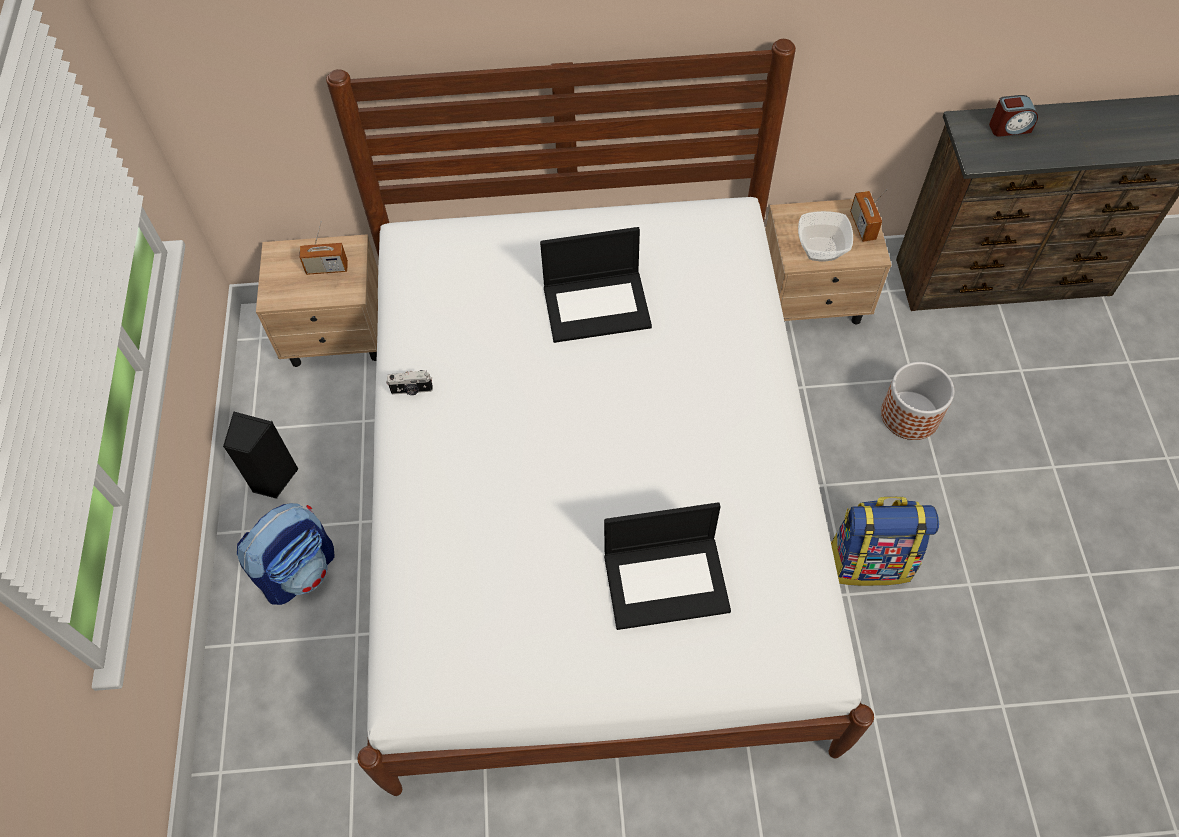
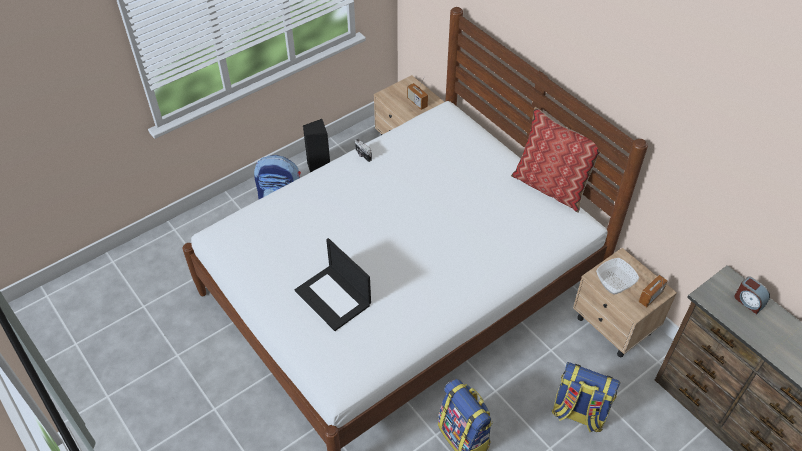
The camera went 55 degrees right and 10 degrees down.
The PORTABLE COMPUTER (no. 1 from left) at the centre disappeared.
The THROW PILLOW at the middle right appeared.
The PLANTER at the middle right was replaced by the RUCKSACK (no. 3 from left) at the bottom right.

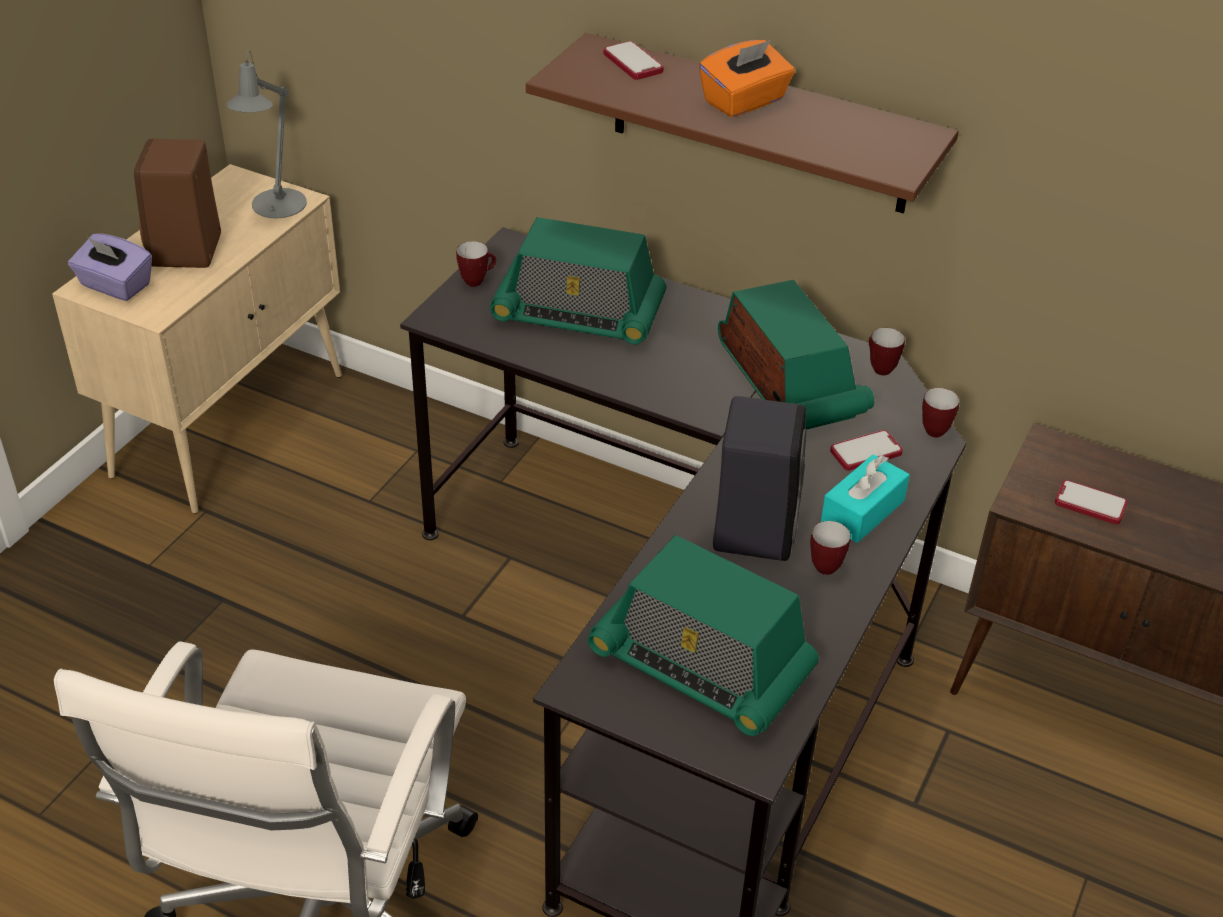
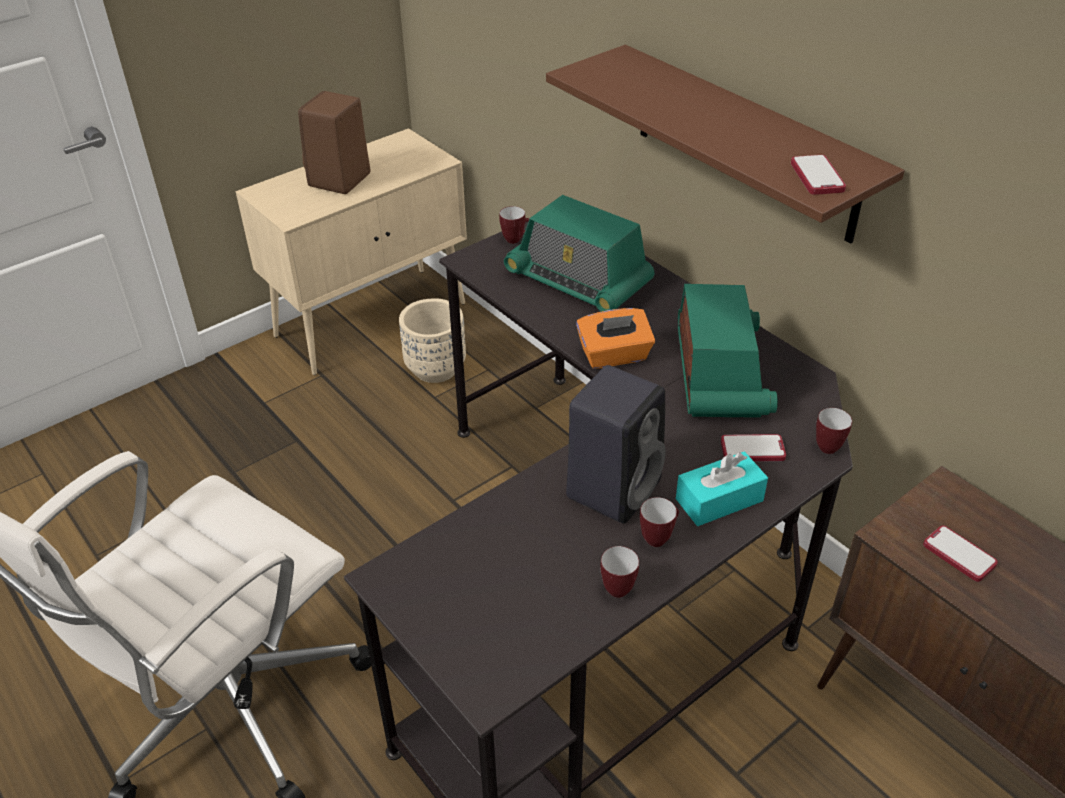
The camera went 25 degrees right and 0 degrees up.
The PURPLE TISSUE HOLDER at the top left disappeared.
The GREYISH TABLE LAMP at the top left disappeared.
The RADIO (no. 2 from left) at the bottom centre disappeared.
The BEIGE PLANTER at the centre appeared.
The PHONE (no. 1 from left in the first image) moved from the top centre to the top right.
The ORANGE TISSUE HOLDER moved from the top centre to the centre.
The COFFEE MUG (no. 3 from left in the first image) moved from the middle right to the bottom centre.

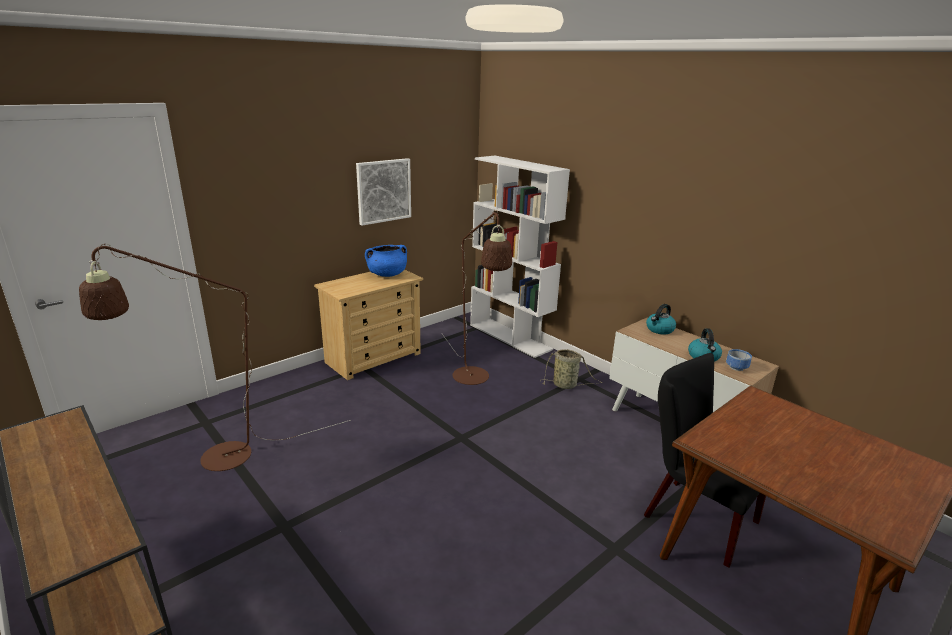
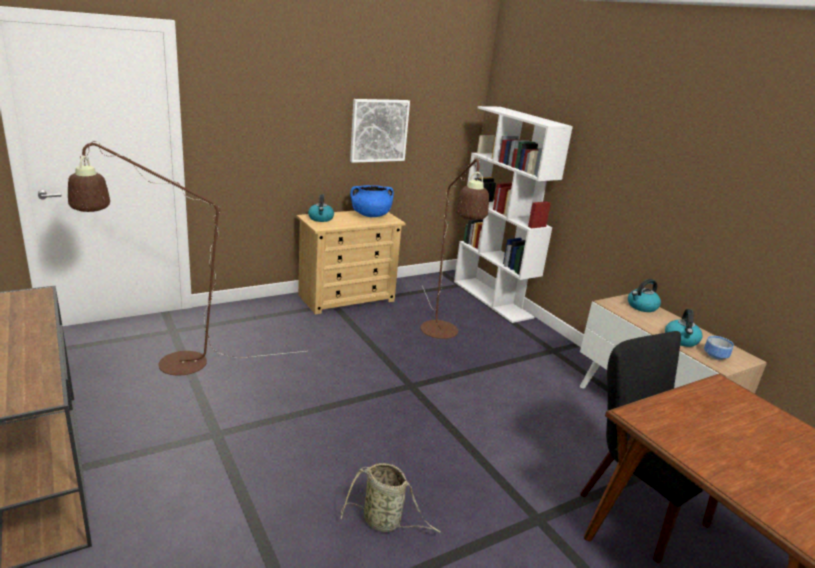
The camera went 10 degrees right and 0 degrees up.
The WATER KETTLE (no. 1 from left) at the centre appeared.
The BASKET moved from the centre to the bottom centre.

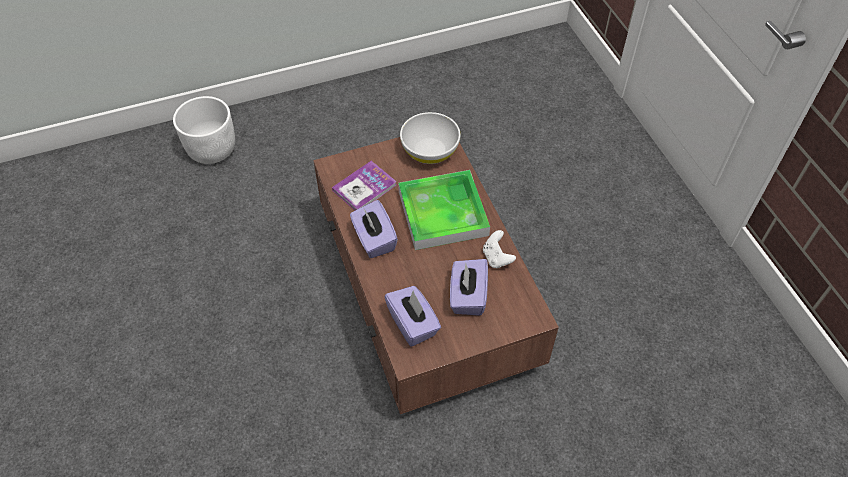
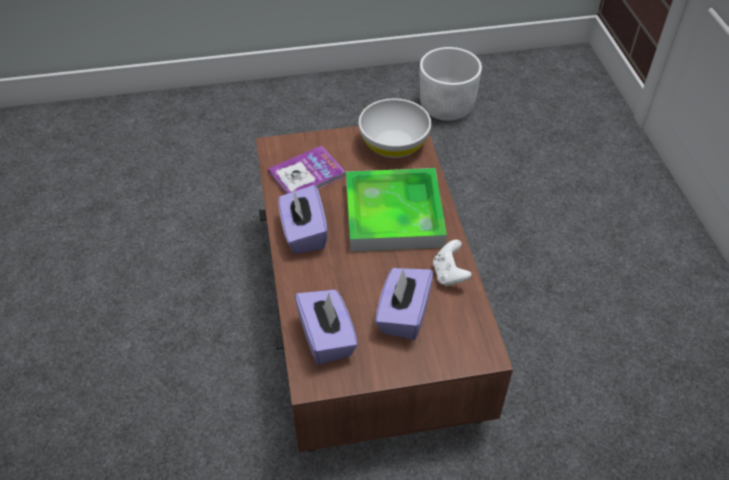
The camera went 10 degrees right and 5 degrees down.
The WHITISH PLANTER moved from the top left to the top centre.

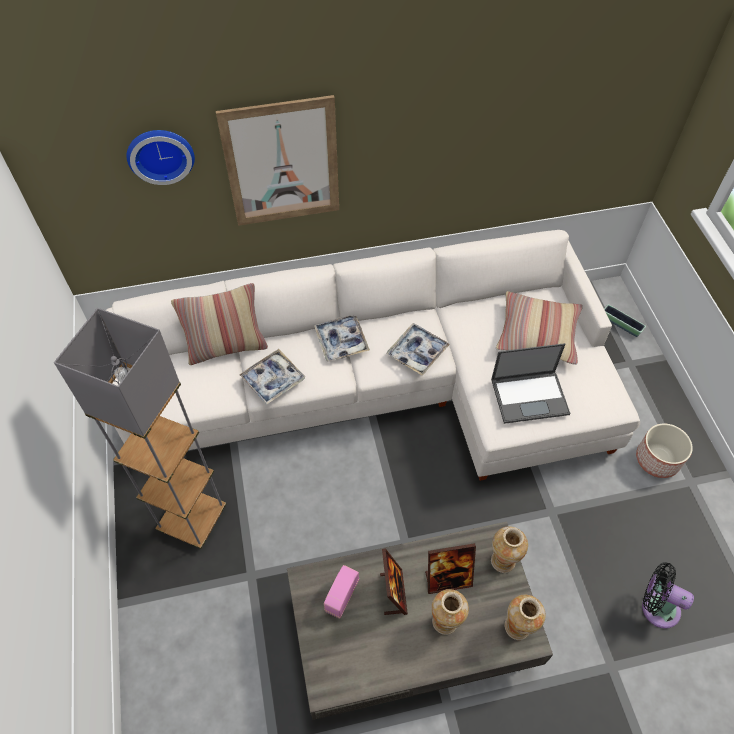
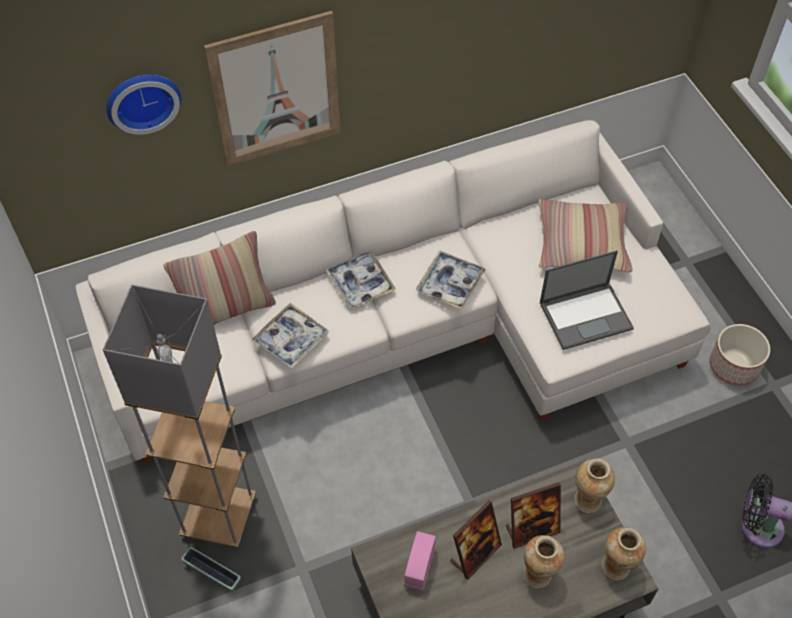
The camera went 10 degrees left and 0 degrees up.
The PLANTER (no. 1 from left) moved from the middle right to the bottom left.
The PICTURE FRAME (no. 1 from left) at the bottom centre turned 60 degrees clockwise.

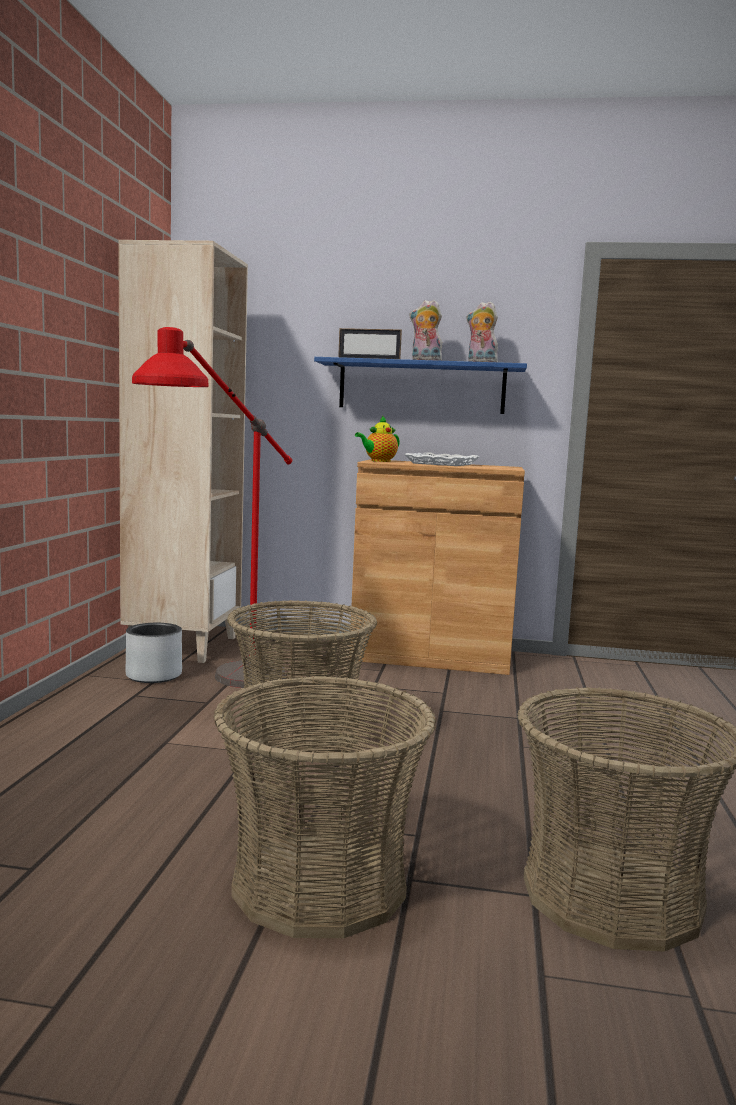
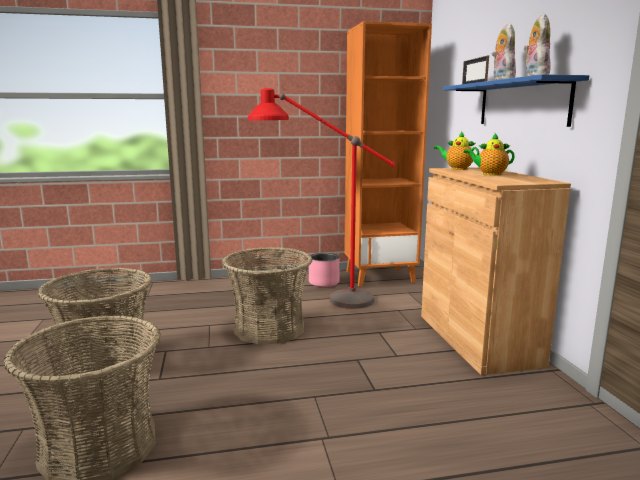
The camera went 70 degrees right and 5 degrees up.
The WHITISH SERVING TRAY at the centre was replaced by the TEA POT (no. 2 from left) at the top right.
The BEIGE BOOKCASE at the middle left became the ORANGE BOOKCASE at the top centre.
The GREYISH PLANTER at the middle left became the PINK-COLOURED PLANTER at the centre.

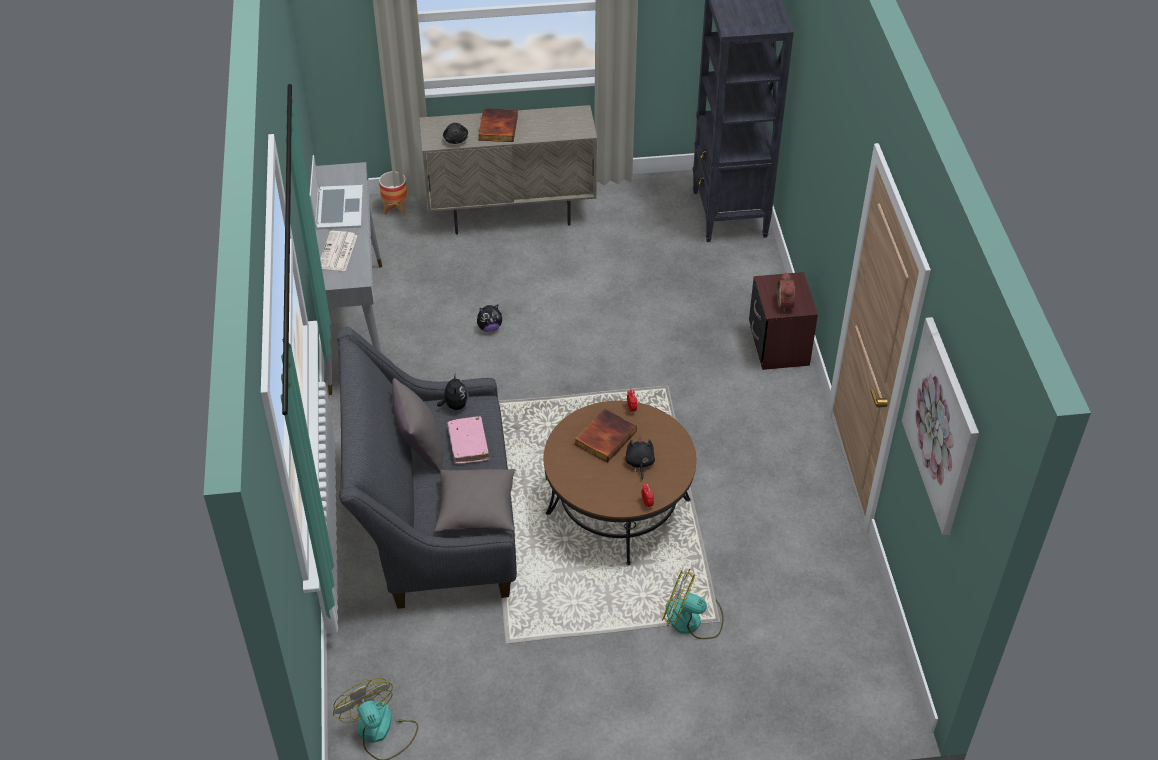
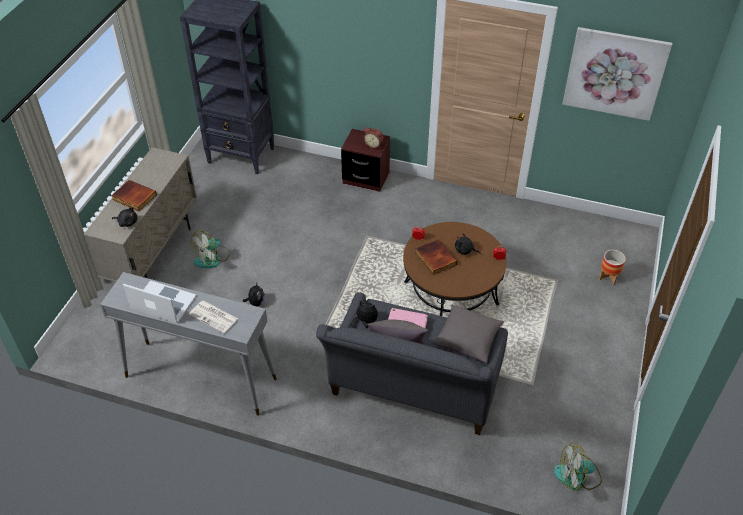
The camera went 65 degrees left and 0 degrees up.
The PLANTER moved from the top centre to the middle right.
The FAN (no. 2 from left in the first image) moved from the bottom centre to the middle left.

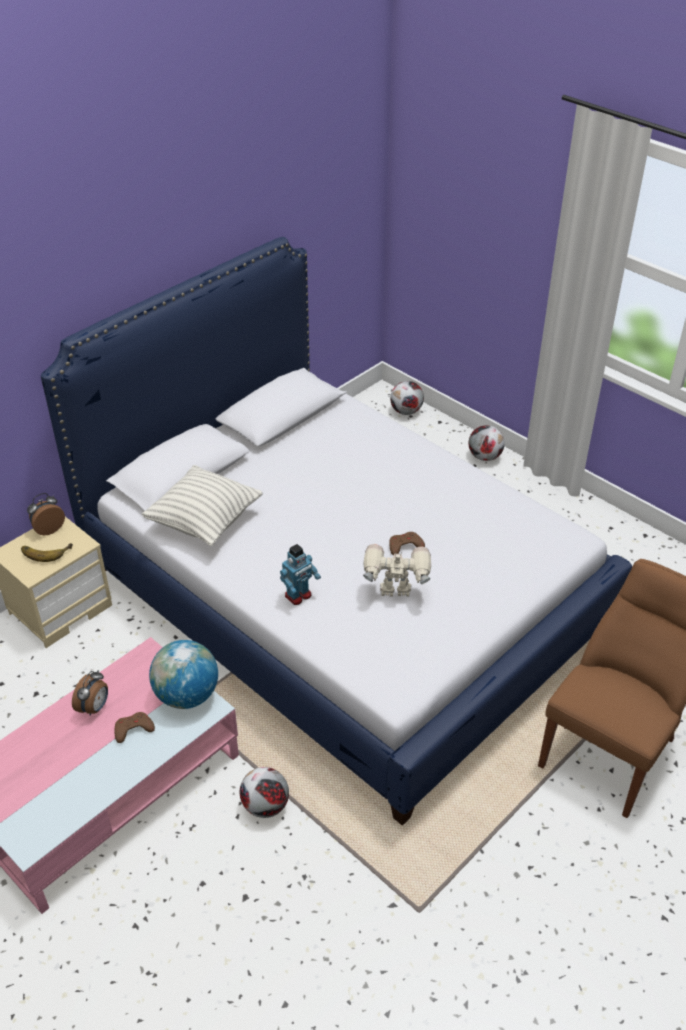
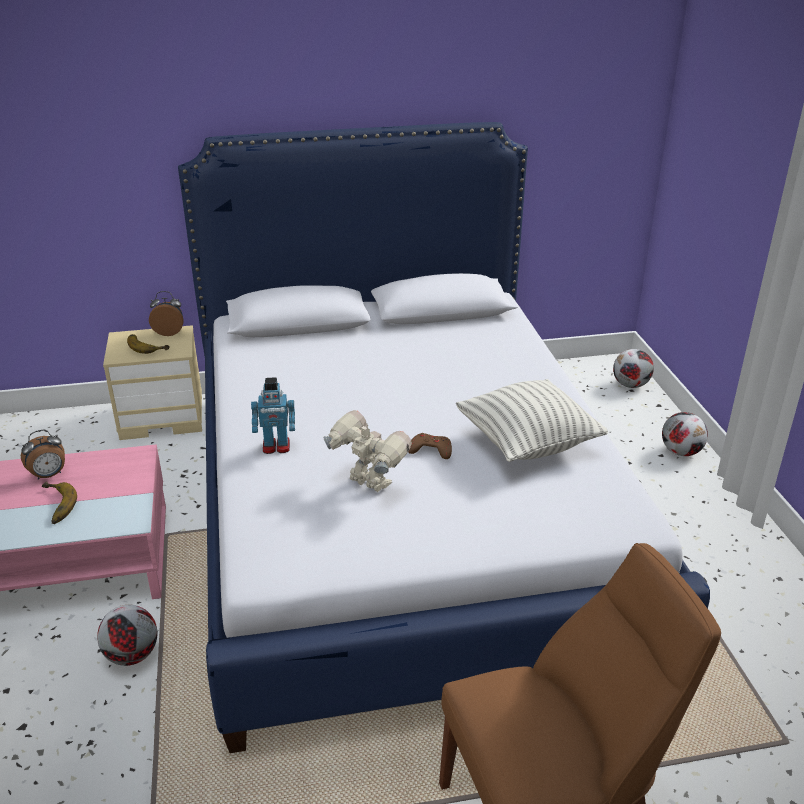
The camera went 35 degrees right and 10 degrees down.
The DESK GLOBE at the middle left disappeared.
The THROW PILLOW moved from the middle left to the centre.
The BROWN GAMEPAD (no. 1 from left) at the bottom left was replaced by the BANANA FRUIT (no. 1 from left) at the middle left.

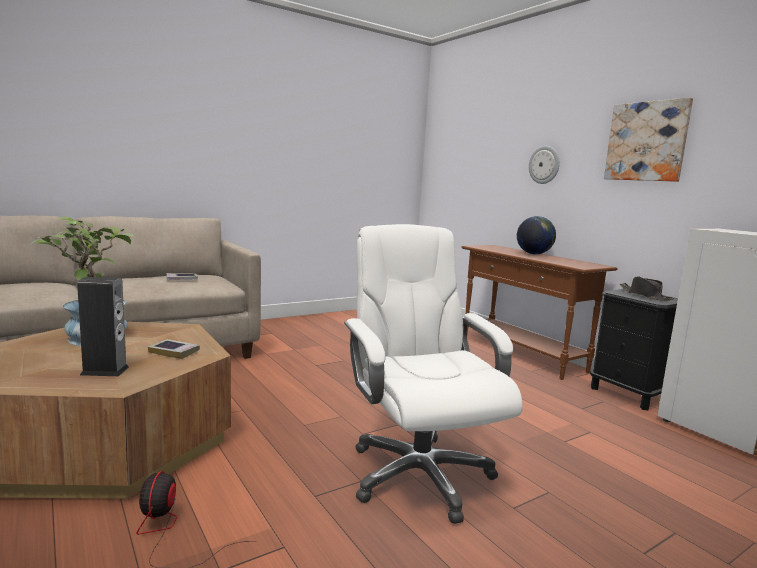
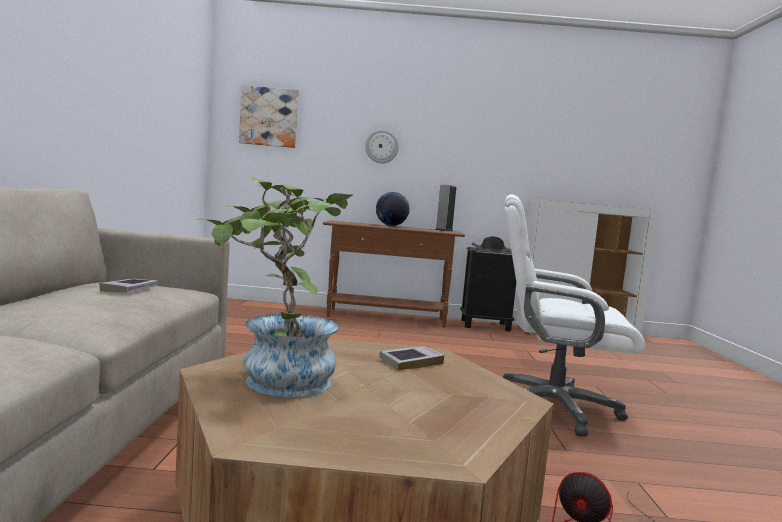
The camera went 55 degrees left and 5 degrees down.
The SPEAKER moved from the middle left to the centre.
The WALL PICTURE moved from the top right to the top centre.

